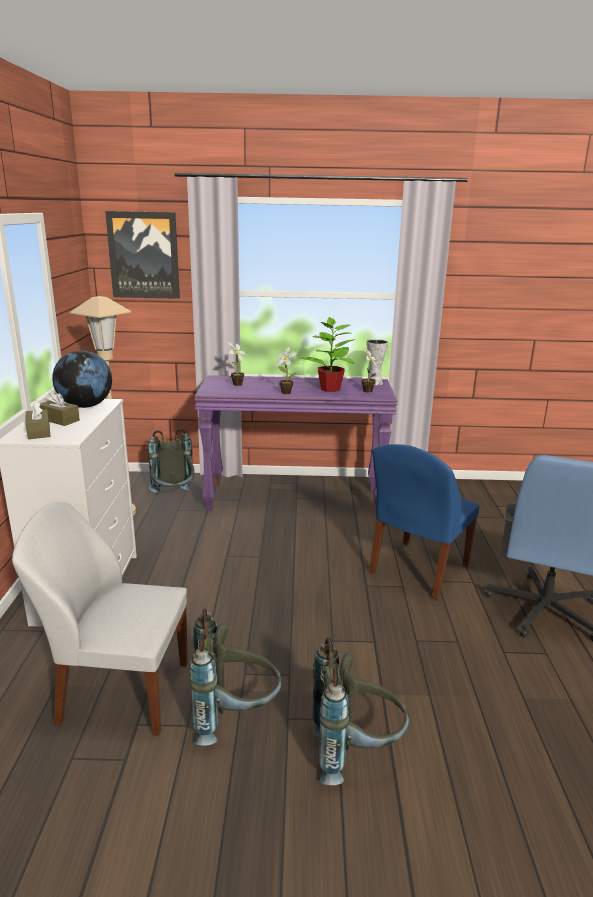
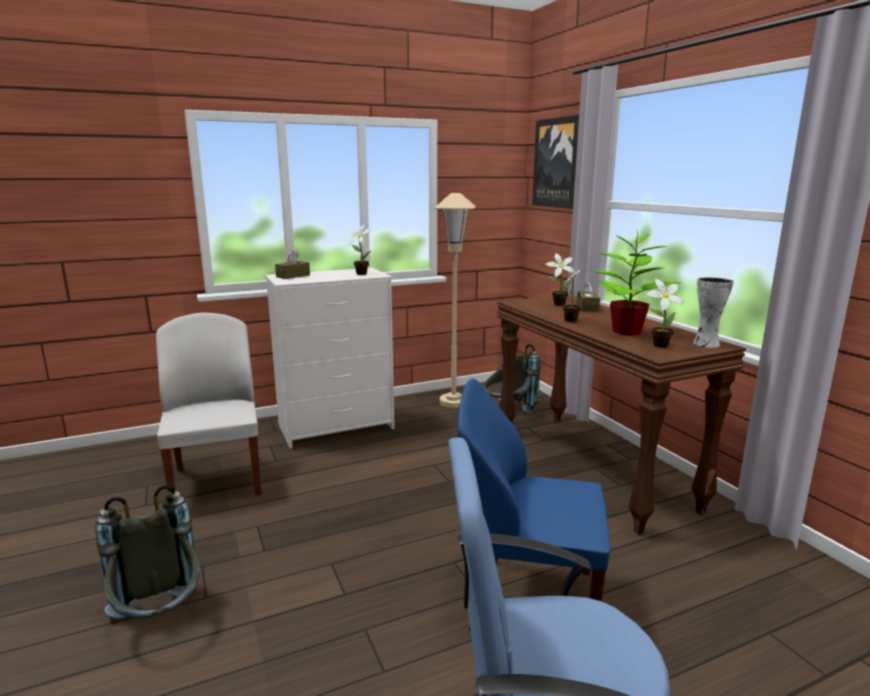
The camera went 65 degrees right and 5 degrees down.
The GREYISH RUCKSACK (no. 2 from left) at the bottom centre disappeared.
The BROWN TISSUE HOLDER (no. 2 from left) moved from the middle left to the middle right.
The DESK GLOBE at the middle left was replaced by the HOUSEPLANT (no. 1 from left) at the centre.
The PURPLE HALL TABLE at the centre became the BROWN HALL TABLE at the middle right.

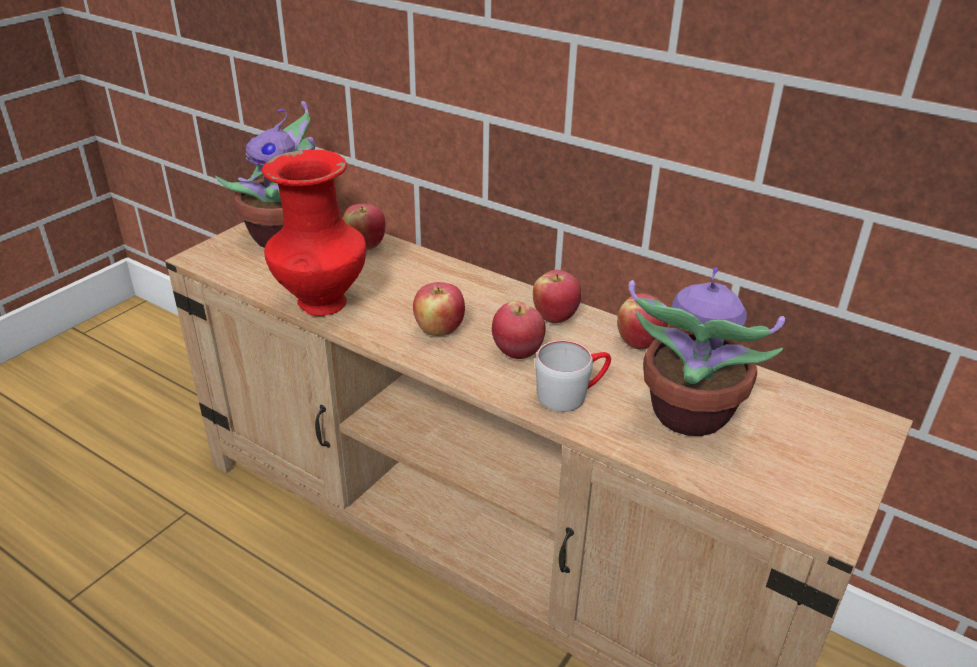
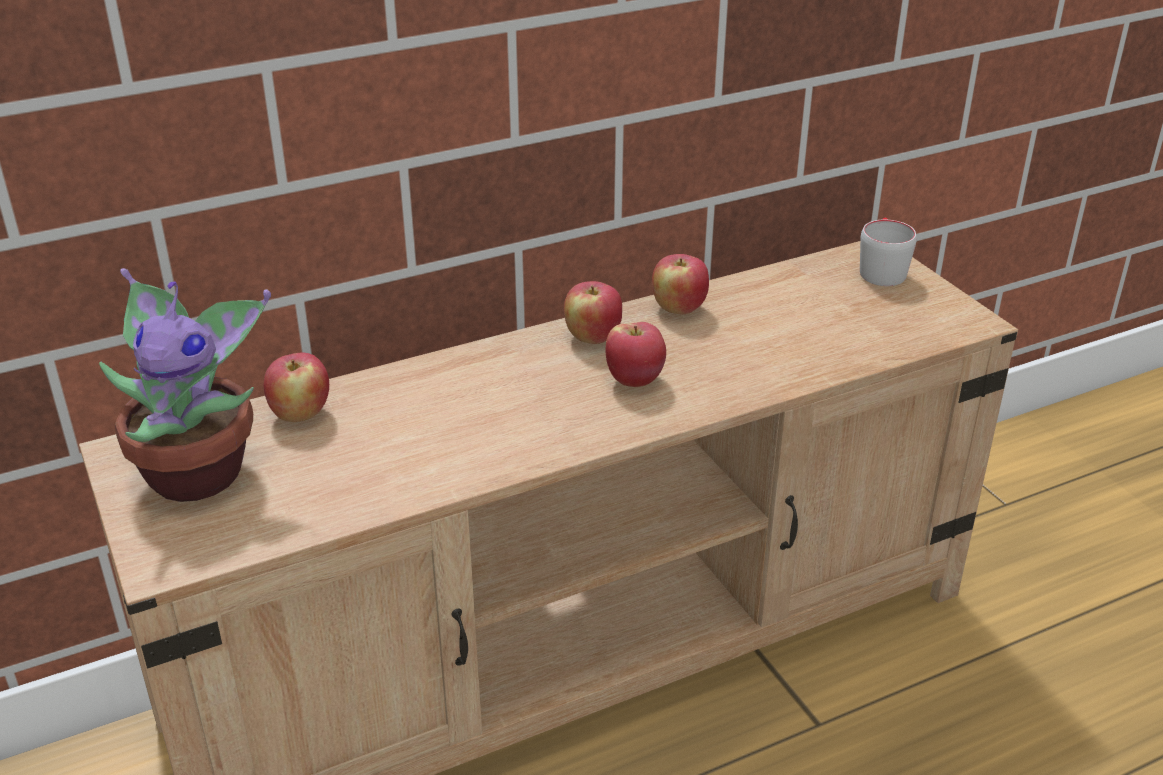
The camera went 60 degrees left and 0 degrees up.
The REDDISH DECORATIVE VASE at the middle left disappeared.
The APPLE FRUIT (no. 2 from left) at the centre disappeared.
The HOUSEPLANT (no. 2 from left) at the middle right disappeared.
The GREYISH COFFEE MUG moved from the centre to the top right.

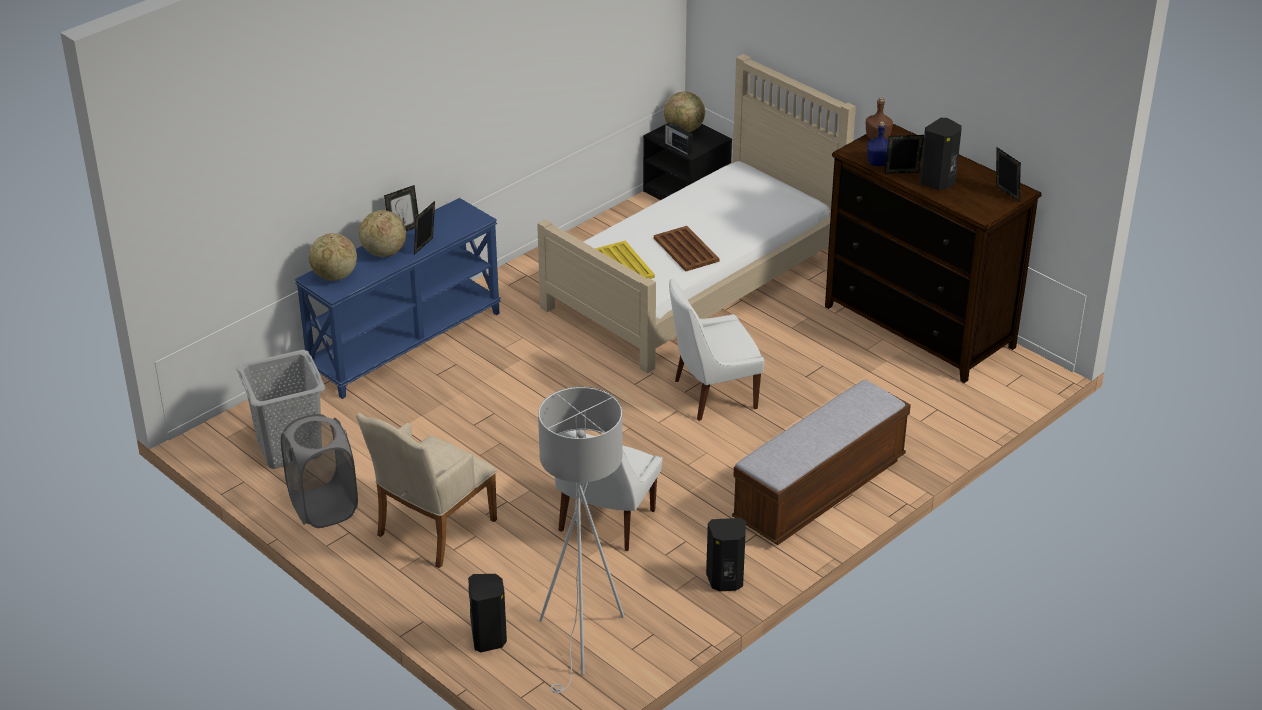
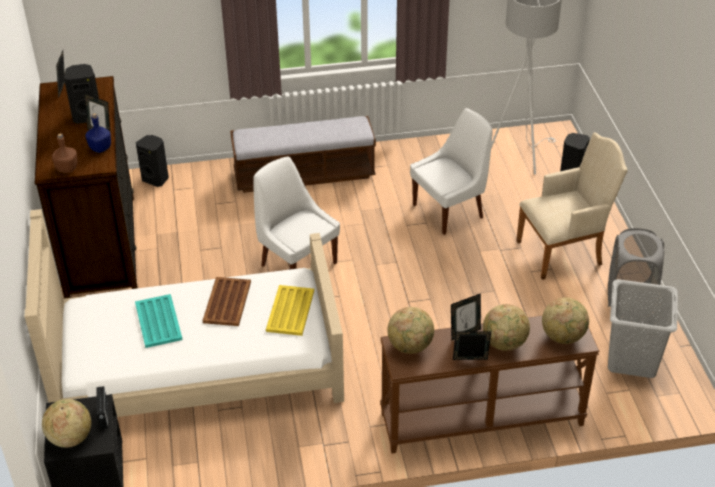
The camera went 145 degrees left and 5 degrees up.
The TURQUOISE SERVING TRAY at the middle left appeared.
The DESK GLOBE (no. 2 from left) at the bottom centre appeared.
The BLACK SPEAKER (no. 2 from left) moved from the bottom centre to the top left.
The BLUISH HALL TABLE at the middle left became the BROWN HALL TABLE at the bottom right.
The WHITISH PLAIN CHAIR (no. 2 from left in the first image) at the centre turned 150 degrees counterclockwise.

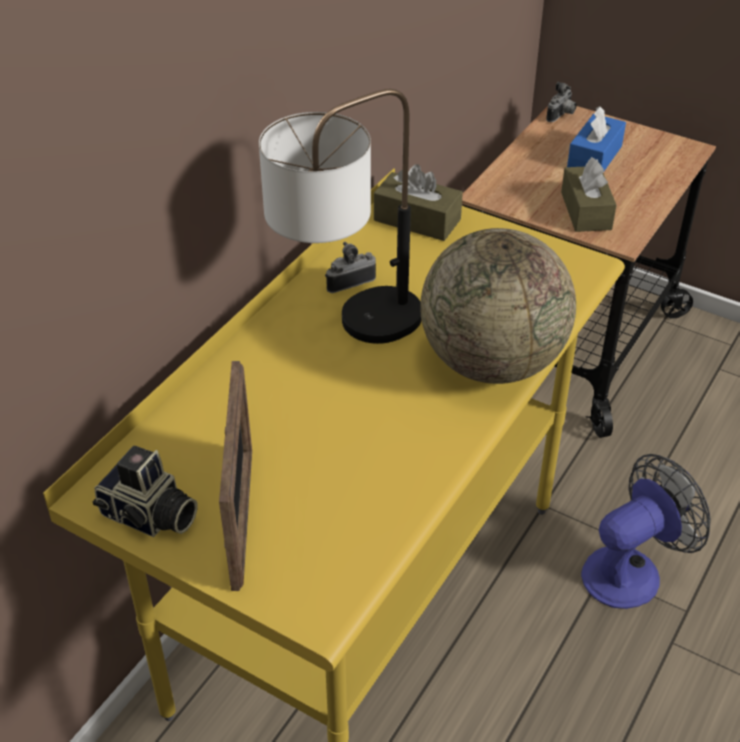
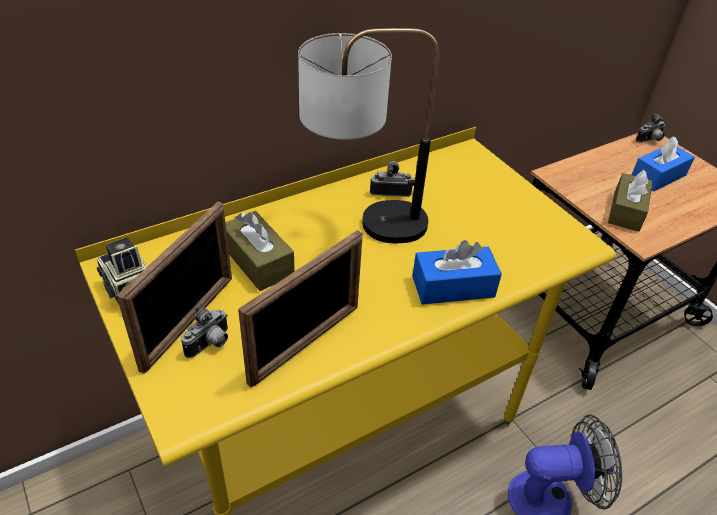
The camera went 25 degrees right and 0 degrees up.
The STILL CAMERA (no. 2 from left) at the middle left appeared.
The PICTURE FRAME (no. 2 from left) at the centre appeared.
The BROWN TISSUE HOLDER (no. 1 from left) moved from the top centre to the centre.
The DESK GLOBE at the middle right was replaced by the BLUISH TISSUE HOLDER (no. 1 from left) at the centre.

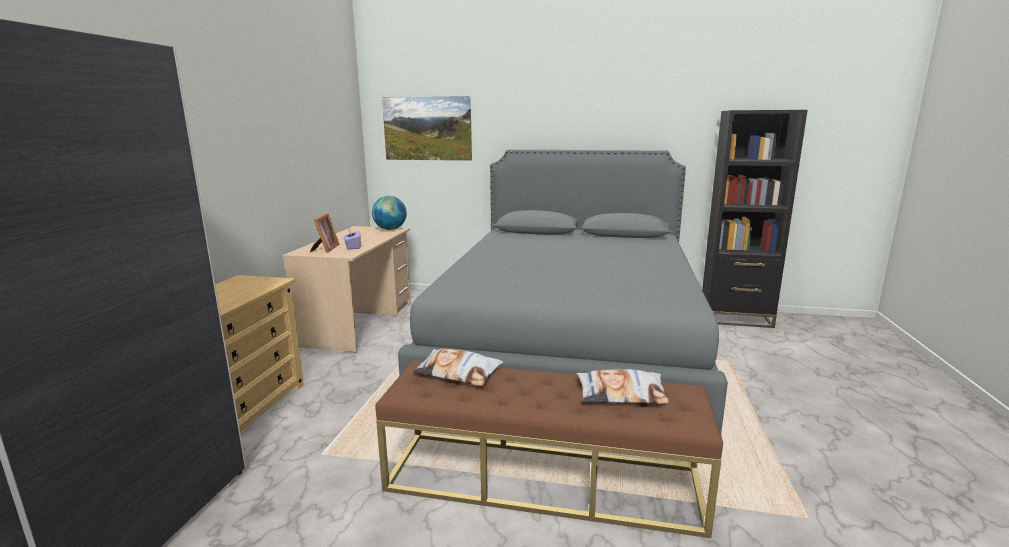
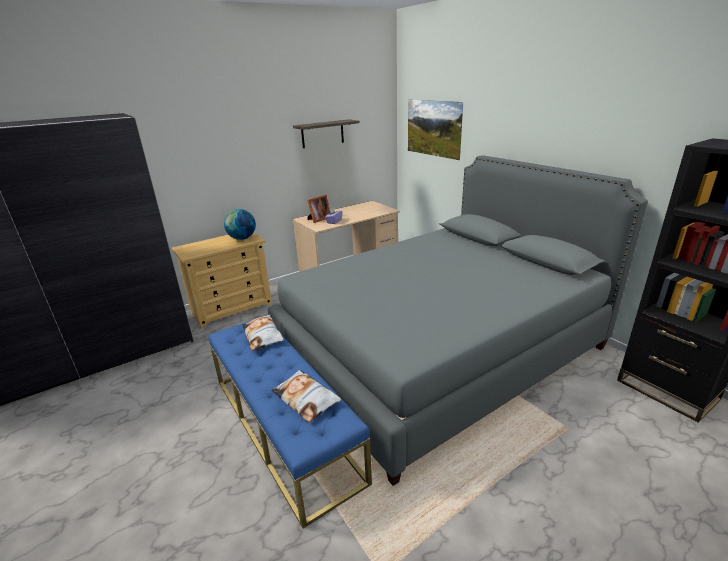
The camera went 45 degrees right and 10 degrees up.
The SHELF at the top centre appeared.
The DESK GLOBE moved from the centre to the middle left.
The BROWN INDOOR BENCH at the bottom centre became the BLUISH INDOOR BENCH at the bottom centre.

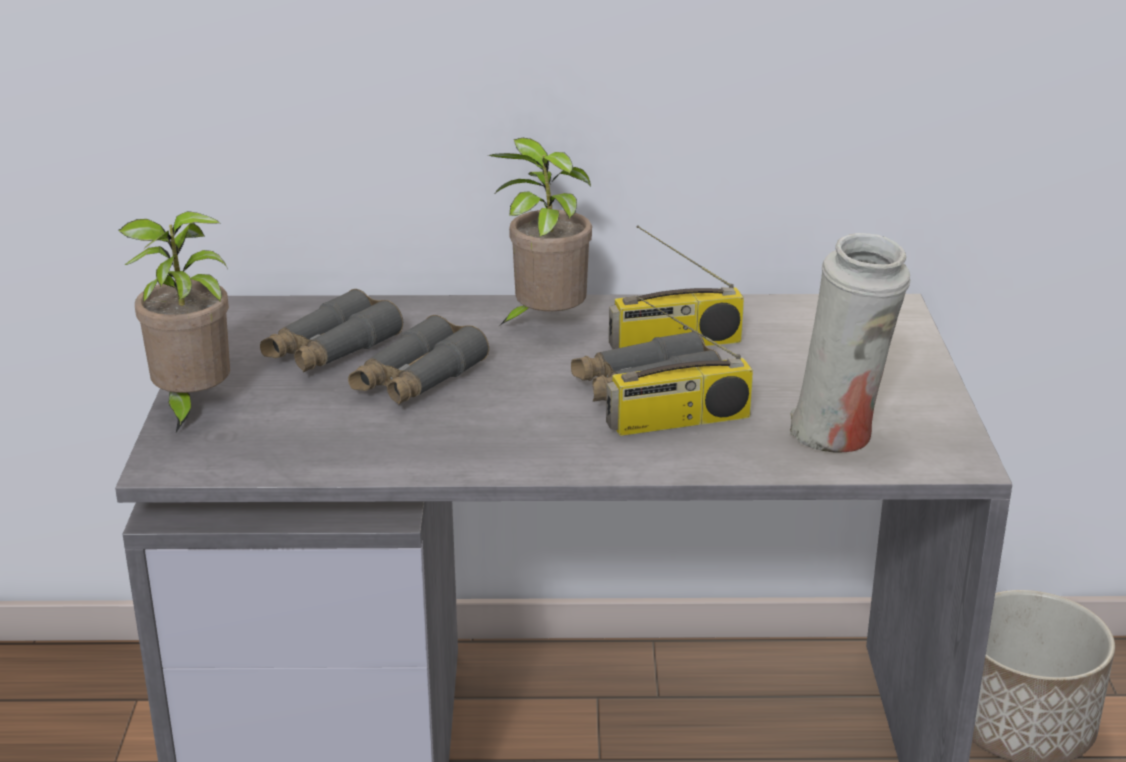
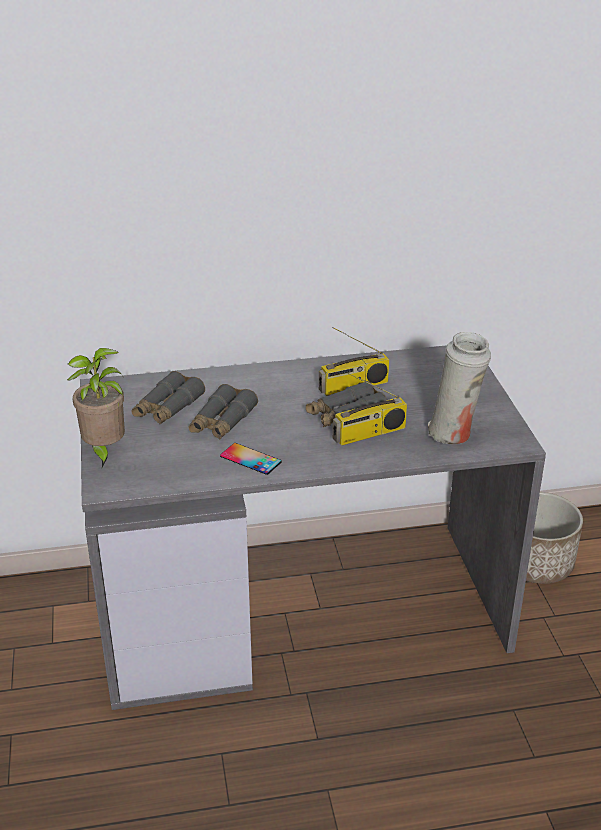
The camera went 10 degrees left and 5 degrees up.
The HOUSEPLANT (no. 2 from left) at the top centre disappeared.
The PHONE at the centre appeared.

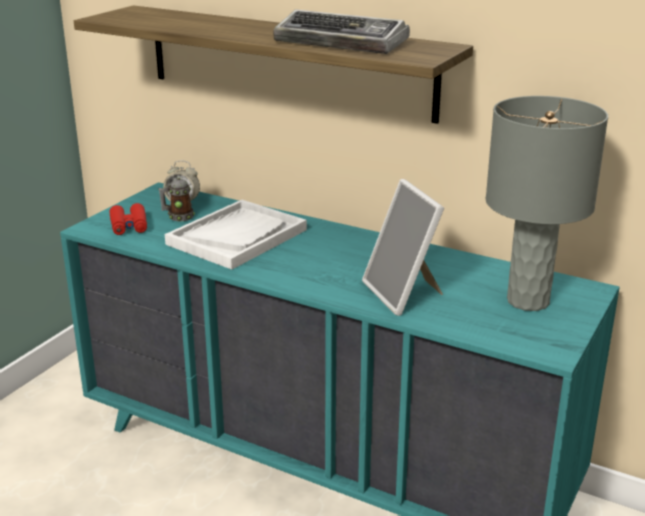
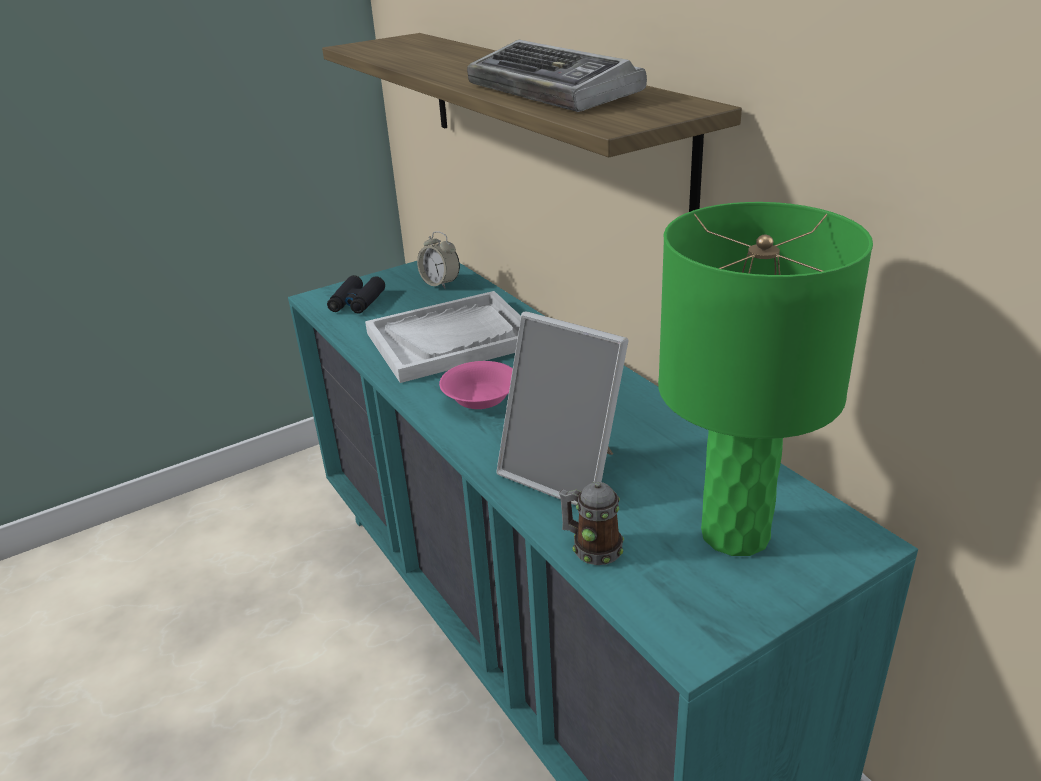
The camera went 30 degrees right and 5 degrees up.
The PINK-COLOURED DEEP DISH at the centre appeared.
The COFFEE MUG moved from the middle left to the bottom centre.
The REDDISH PAIR OF BINOCULARS at the middle left became the BLACK PAIR OF BINOCULARS at the centre.
The GREYISH TABLE LAMP at the middle right became the GREENISH TABLE LAMP at the middle right.
The PICTURE FRAME at the centre turned 60 degrees counterclockwise.

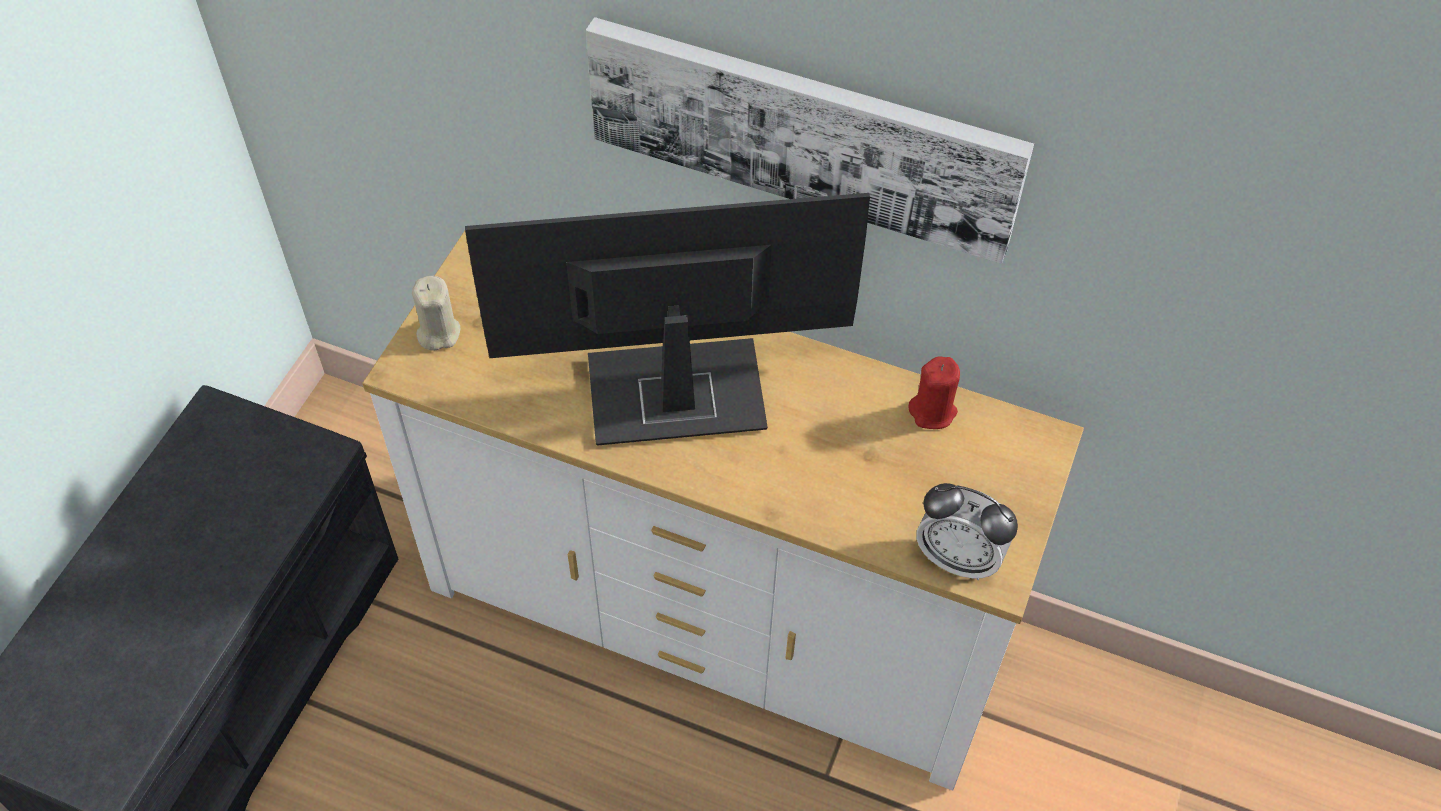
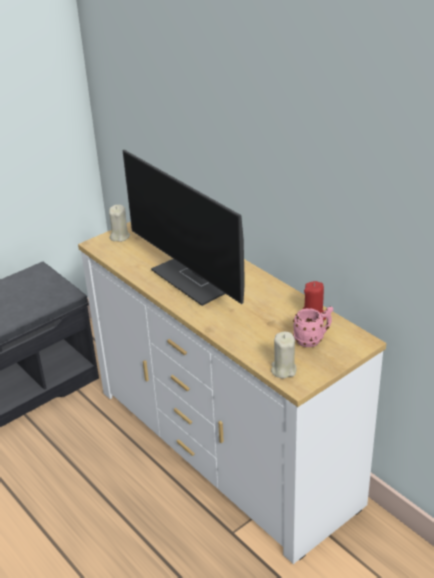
The camera went 30 degrees right and 20 degrees down.
The WALL PICTURE at the top centre disappeared.
The PINK-COLOURED COFFEE MUG at the middle right appeared.
The TABLE CLOCK at the middle right was replaced by the BEIGE CANDLE (no. 2 from left) at the centre.
The MONITOR at the centre turned 150 degrees counterclockwise.

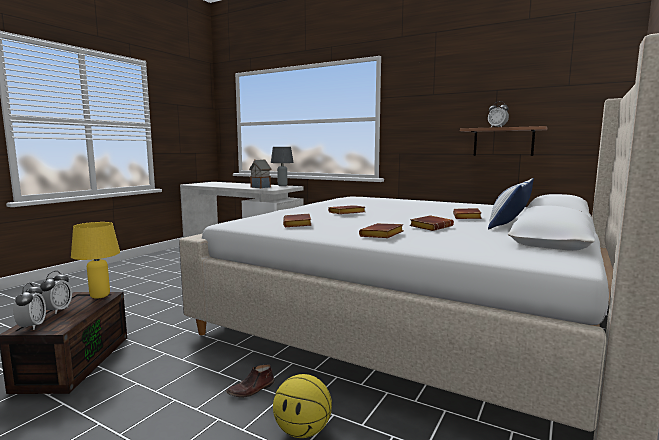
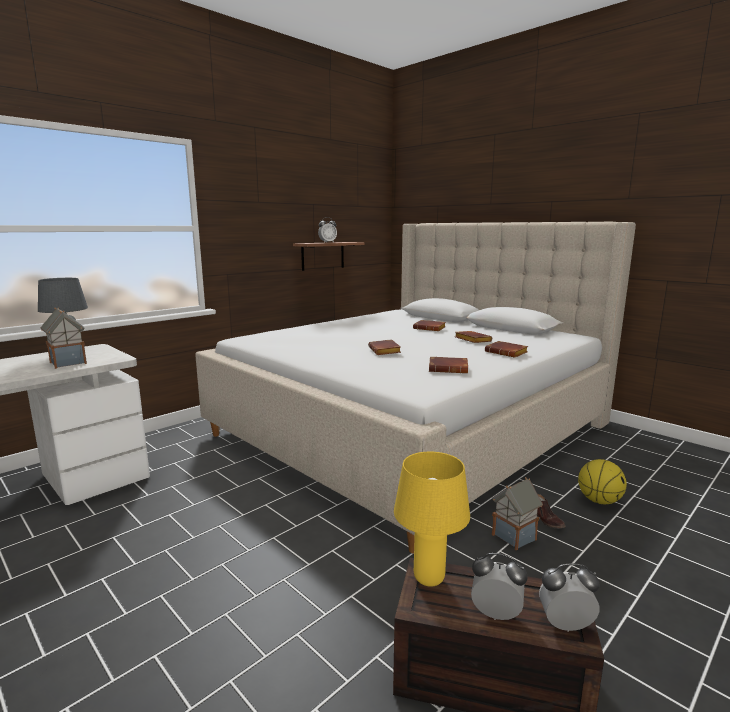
The camera went 75 degrees left and 5 degrees up.
The THROW PILLOW at the middle right disappeared.
The MINIATURE HOUSE (no. 2 from left) at the bottom right appeared.

